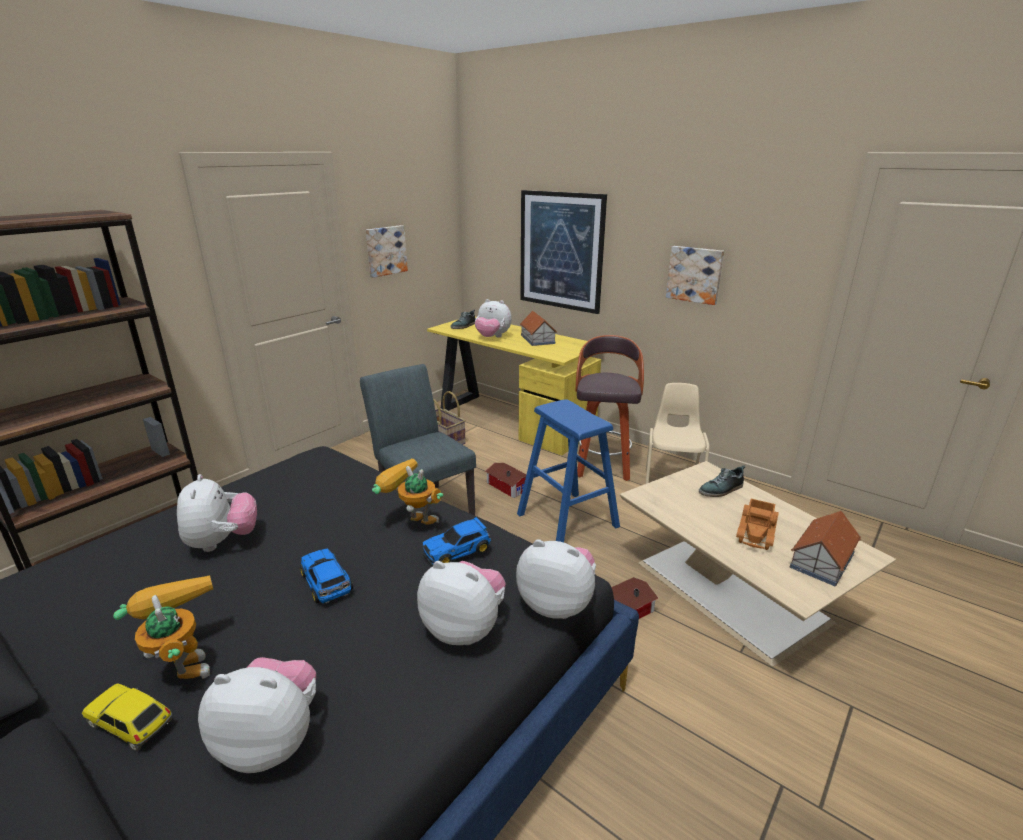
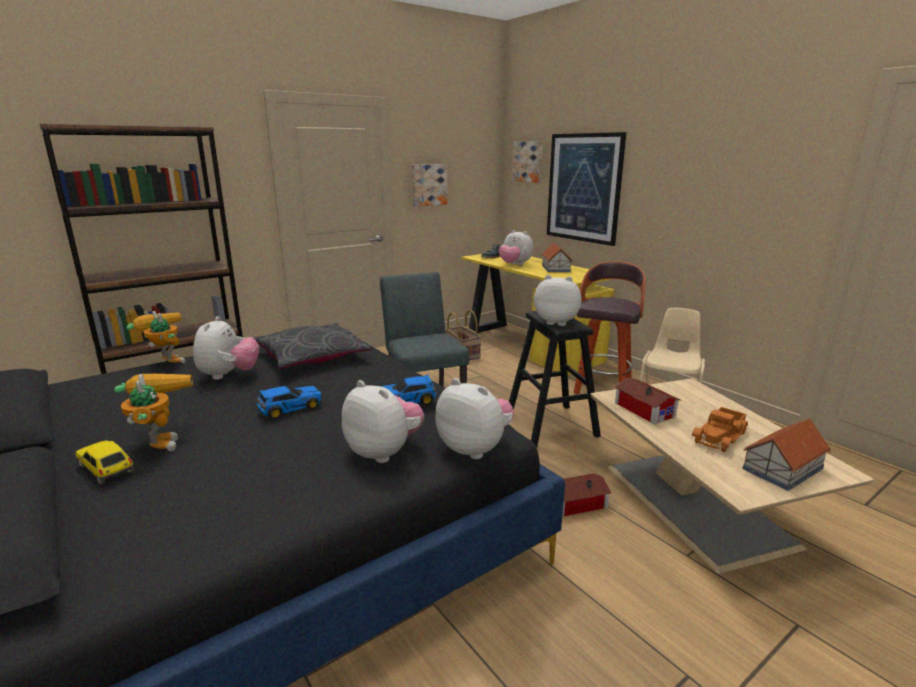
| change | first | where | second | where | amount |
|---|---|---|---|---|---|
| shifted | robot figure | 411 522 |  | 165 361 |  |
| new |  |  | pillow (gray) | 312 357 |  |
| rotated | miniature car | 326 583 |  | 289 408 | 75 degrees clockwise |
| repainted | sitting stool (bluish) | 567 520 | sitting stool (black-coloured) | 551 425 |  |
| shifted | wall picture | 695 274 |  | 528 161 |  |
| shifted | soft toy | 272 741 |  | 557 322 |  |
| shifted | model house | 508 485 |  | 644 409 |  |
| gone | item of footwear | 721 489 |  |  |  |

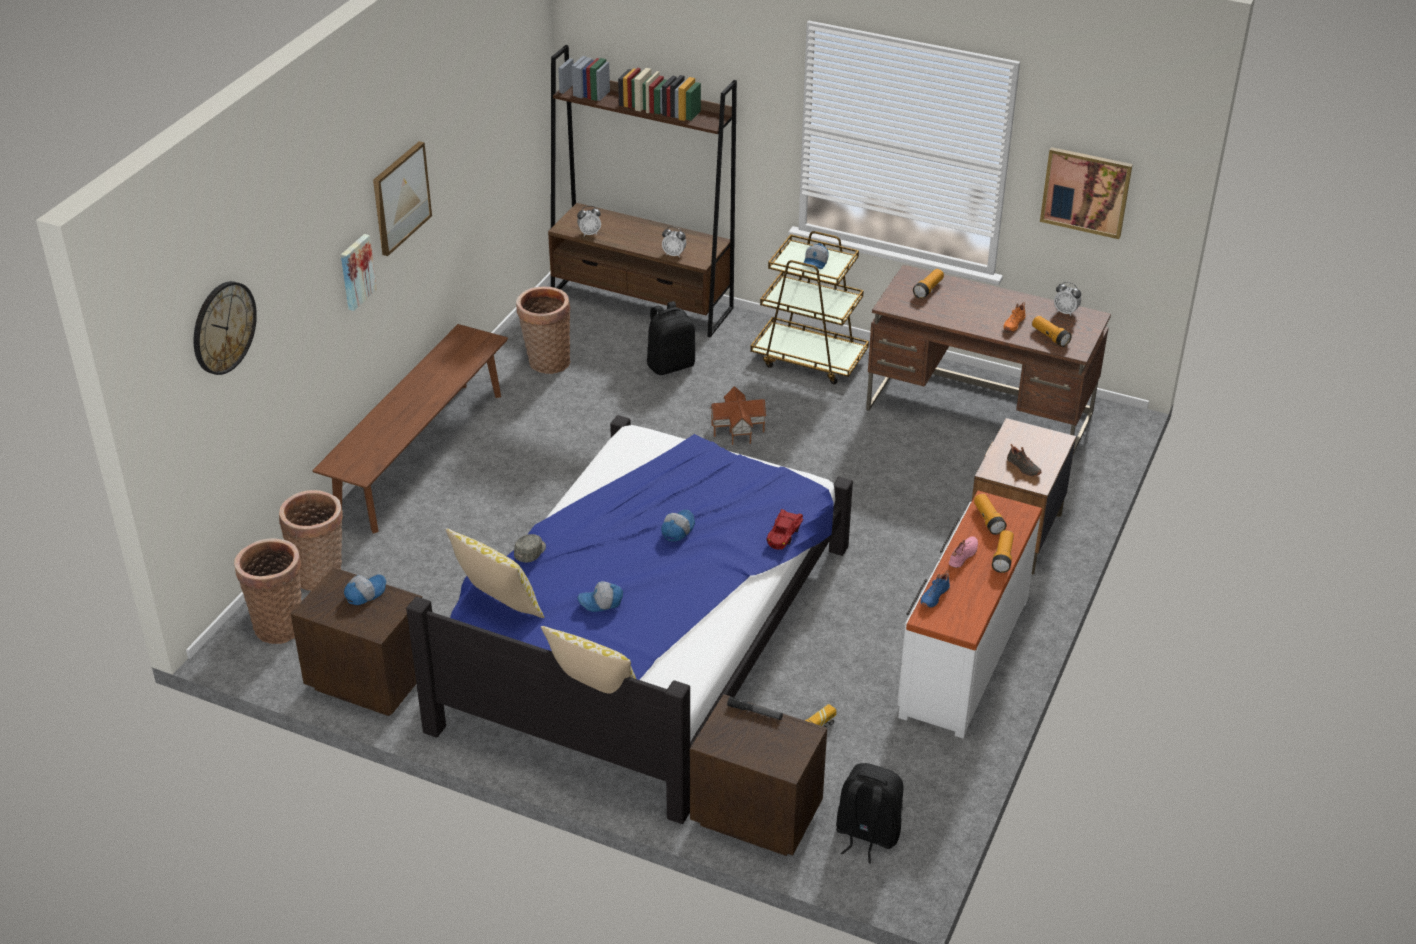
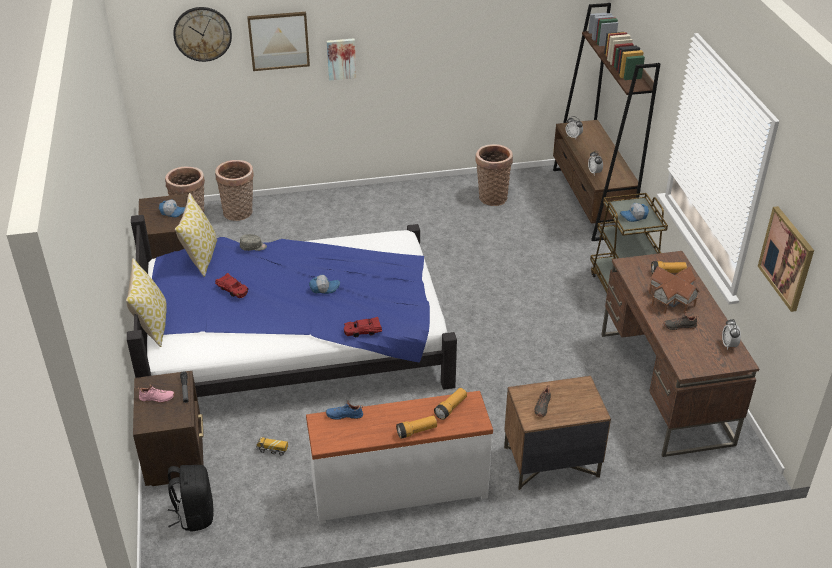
| change | first | where | second | where | amount |
|---|---|---|---|---|---|
| shifted | item of footwear (pink-coloured) | 964 556 |  | 157 398 |  |
| swapped | cap | 601 603 | miniature car (red) | 232 290 |  |
| shifted | wall picture | 400 197 |  | 278 40 |  |
| shifted | model house | 738 429 |  | 671 300 |  |
| repainted | item of footwear (orange) | 1013 324 | item of footwear (black-coloured) | 679 326 |  |
| gone | bench (brown) | 421 455 |  |  |  |
| gone | knapsack (black-coloured) | 671 365 |  |  |  |
| gone | flashlight | 1050 337 |  |  |  |

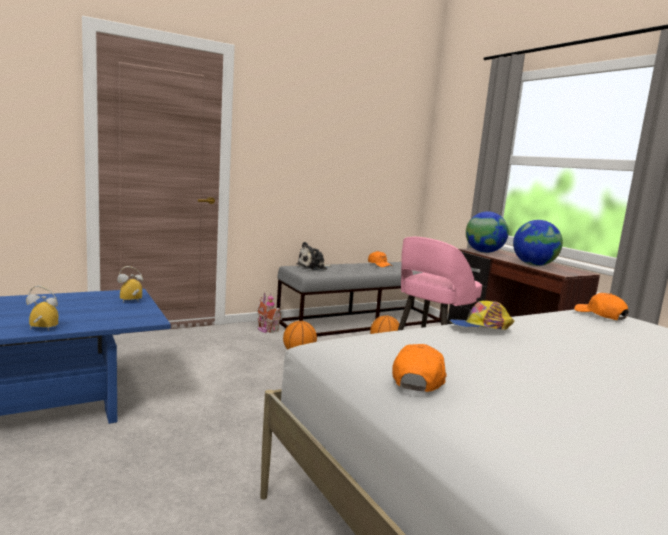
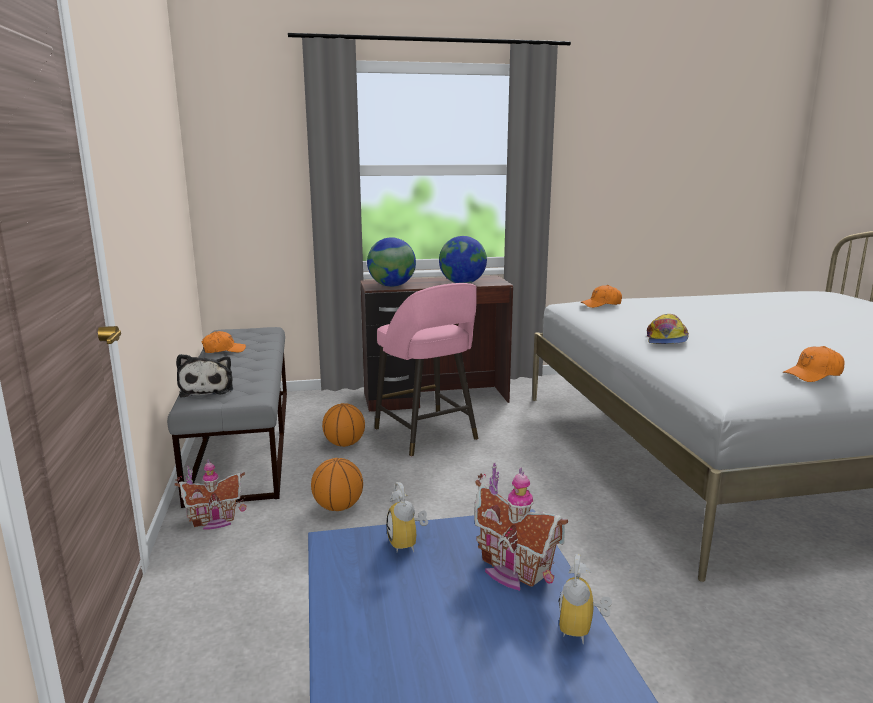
| change | first | where | second | where | amount |
|---|---|---|---|---|---|
| new |  |  | model house | 512 571 |  |
| rotated | cap (orange) | 419 379 |  | 813 375 | 60 degrees counterclockwise |

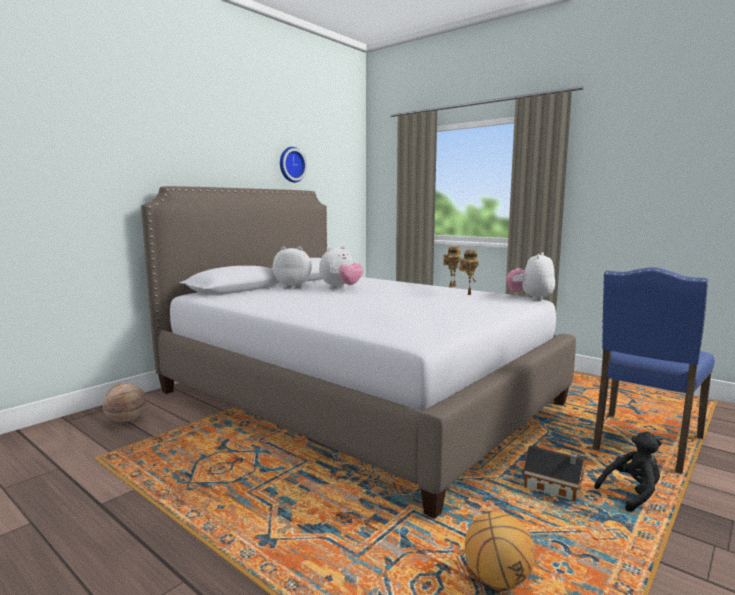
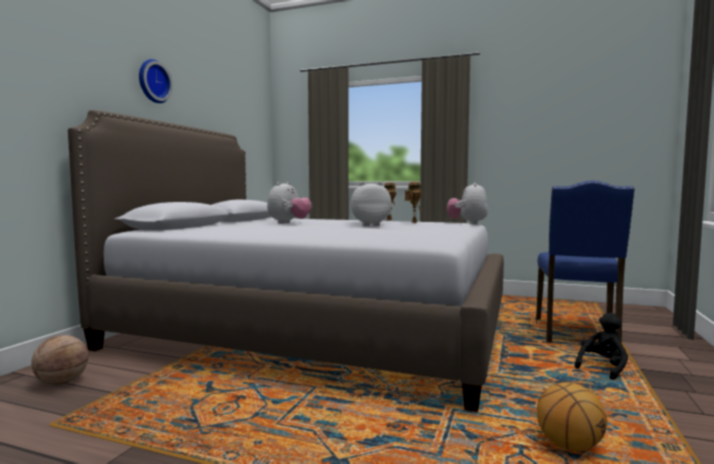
| change | first | where | second | where | amount |
|---|---|---|---|---|---|
| shifted | wall clock | 291 164 |  | 152 81 |  |
| shifted | soft toy | 294 286 |  | 369 225 |  |
| gone | model house | 554 489 |  |  |  |

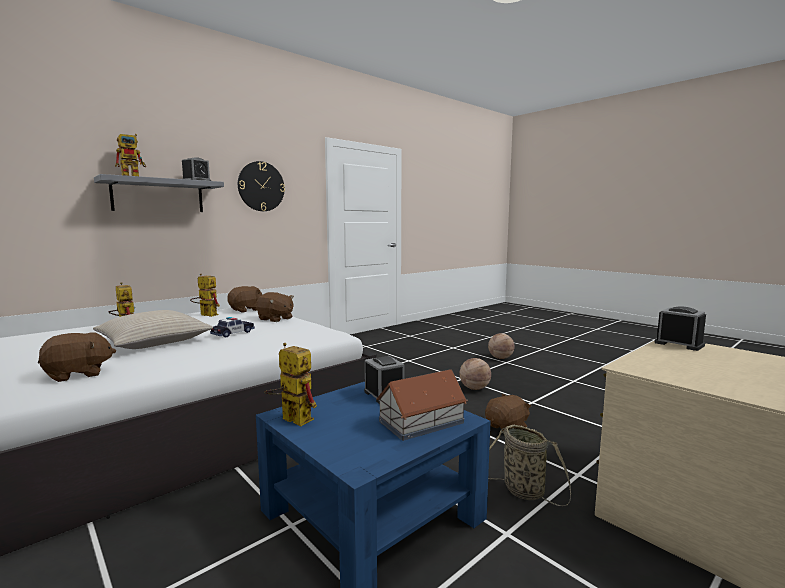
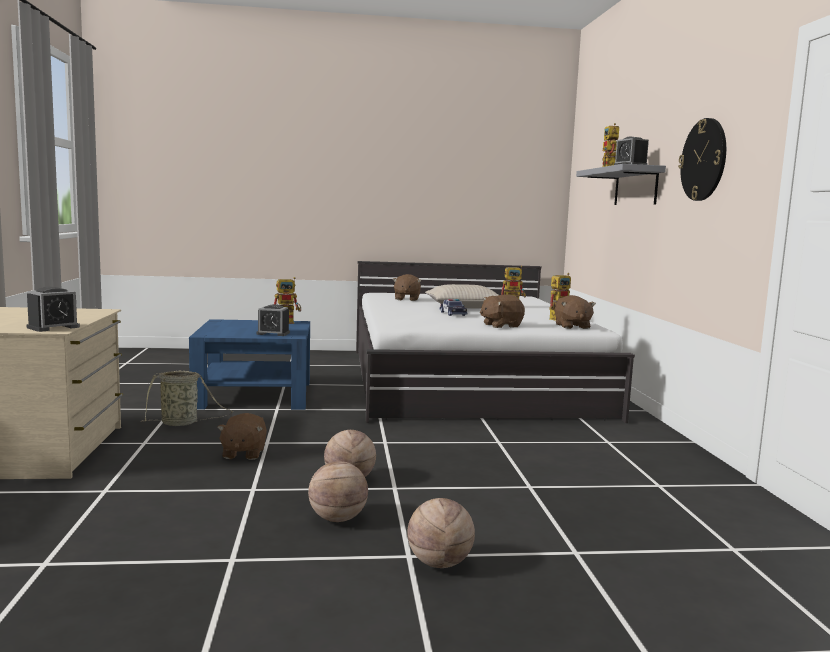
| change | first | where | second | where | amount |
|---|---|---|---|---|---|
| rotated | alarm clock | 679 344 |  | 53 327 | 45 degrees counterclockwise |
| new |  |  | basketball ball | 337 519 |  |
| gone | model house | 420 421 |  |  |  |

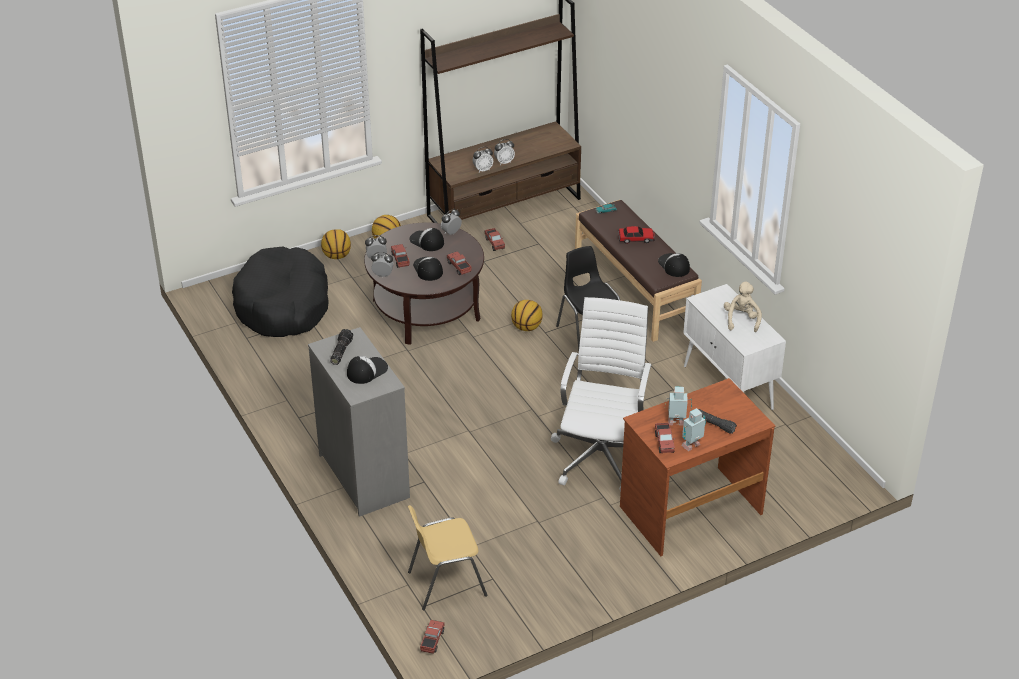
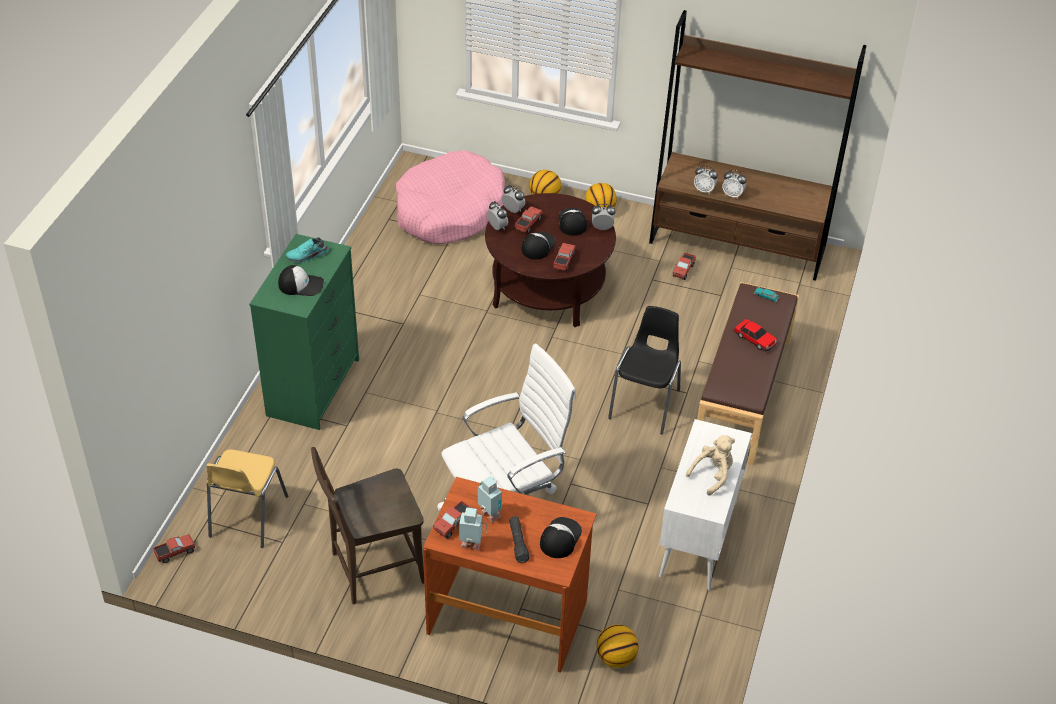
| change | first | where | second | where | amount |
|---|---|---|---|---|---|
| rotated | chair (yellowish) | 446 583 |  | 247 517 | 105 degrees counterclockwise |
| repainted | drawer chest (gray) | 364 476 | drawer chest (green) | 314 387 |  |
| swapped | flashlight | 340 351 | item of footwear (turquoise) | 307 256 |  |
| new |  |  | chair (brown) | 372 569 |  |
| repainted | dog cushion (black-coloured) | 283 305 | dog cushion (pink-coloured) | 449 211 |  |
| shifted | cap | 673 266 |  | 560 538 |  |
| shifted | basketball ball | 527 327 |  | 616 658 |  |

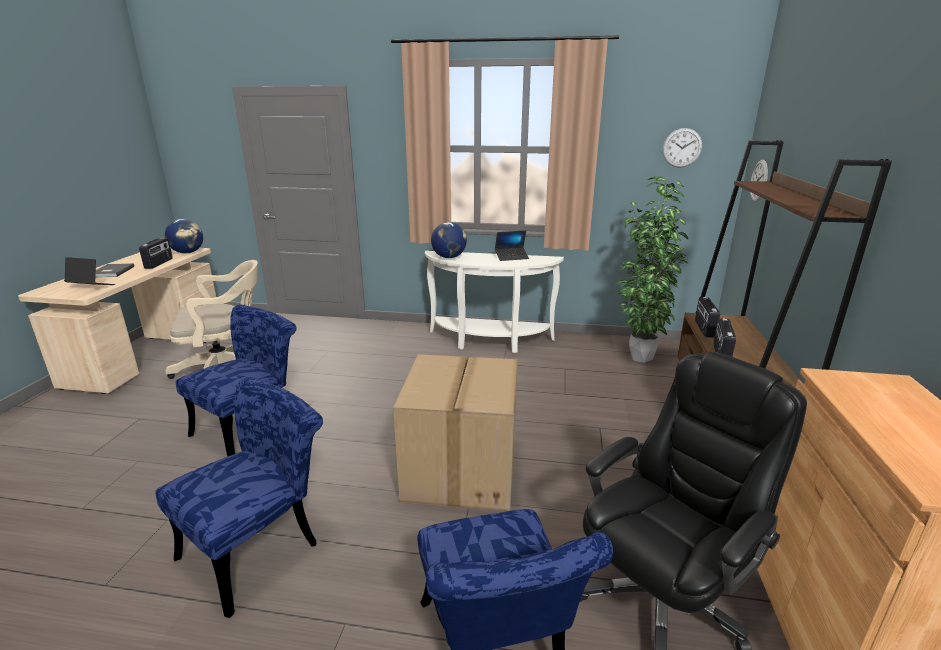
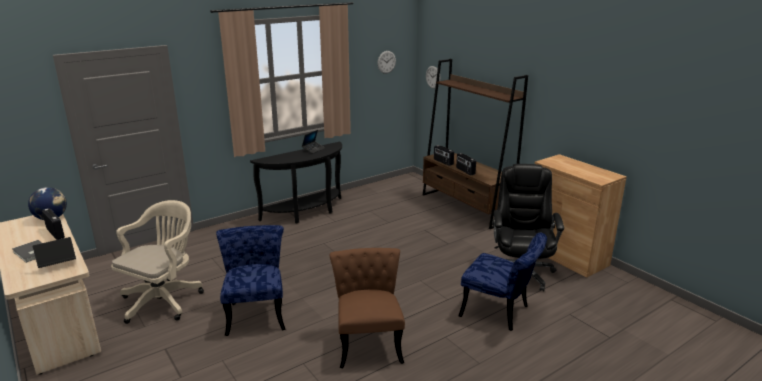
| change | first | where | second | where | amount |
|---|---|---|---|---|---|
| repainted | hall table (white-coloured) | 489 342 | hall table (black-coloured) | 306 213 |  |
| repainted | chair (bluish) | 260 546 | chair (brown) | 368 342 |  |
| gone | carton | 462 471 |  |  |  |
| gone | desk globe | 449 257 |  |  |  |
| gone | plant in a pot | 639 356 |  |  |  |

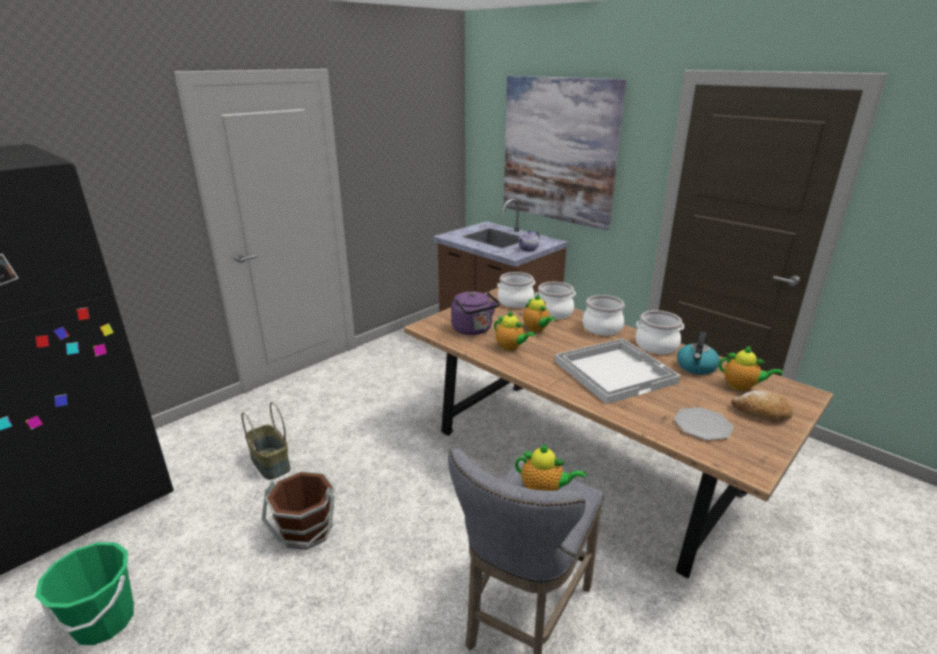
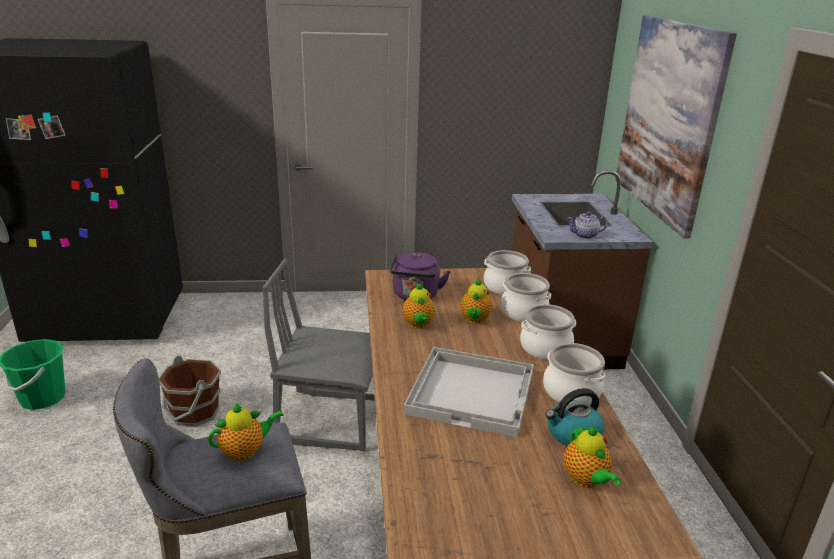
| change | first | where | second | where | amount |
|---|---|---|---|---|---|
| rotated | teapot | 544 490 |  | 245 451 | 90 degrees counterclockwise |
| new |  |  | chair (gray) | 329 419 |  |
| gone | storage basket | 269 463 |  |  |  |
| gone | plate | 702 425 |  |  |  |
| gone | bakery bread | 761 413 |  |  |  |

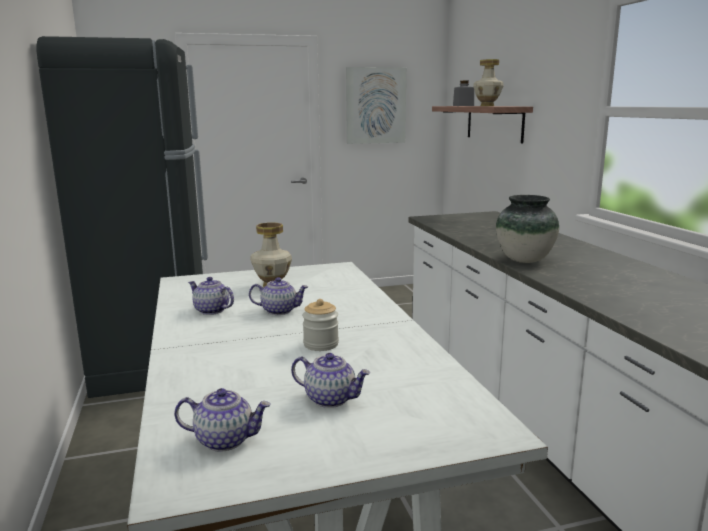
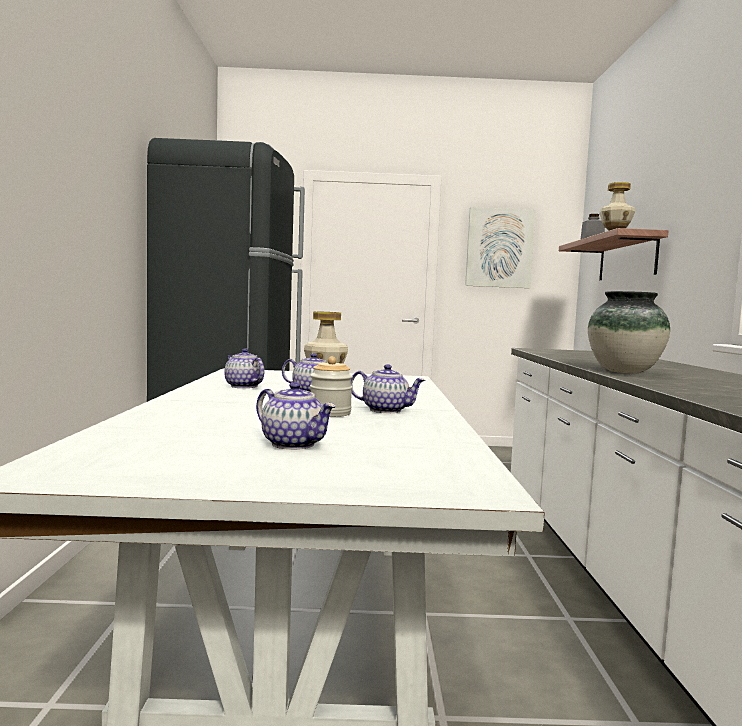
| change | first | where | second | where | amount |
|---|---|---|---|---|---|
| shifted | teapot | 225 440 |  | 386 410 |  |

